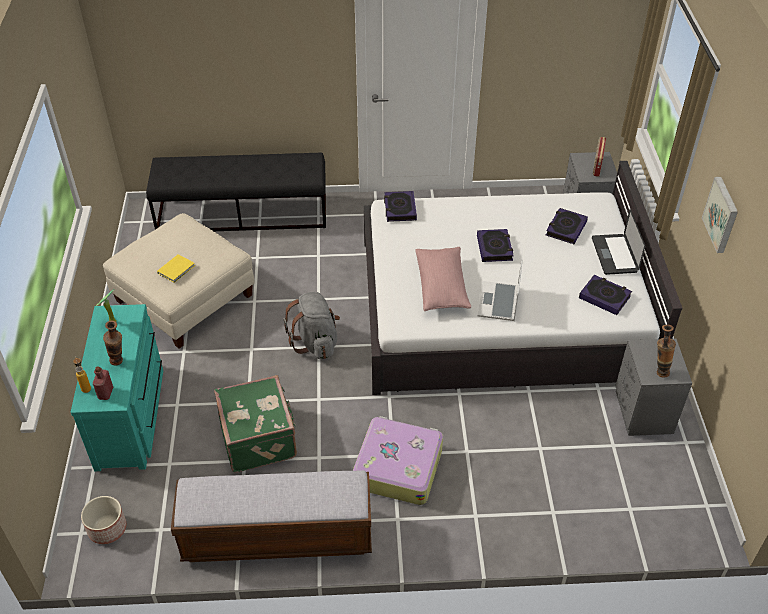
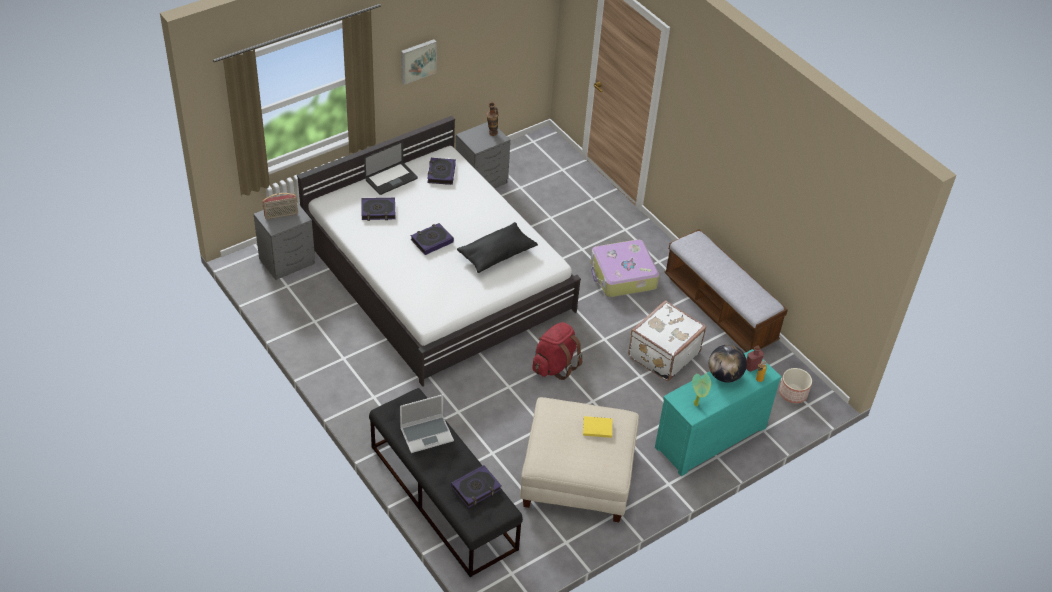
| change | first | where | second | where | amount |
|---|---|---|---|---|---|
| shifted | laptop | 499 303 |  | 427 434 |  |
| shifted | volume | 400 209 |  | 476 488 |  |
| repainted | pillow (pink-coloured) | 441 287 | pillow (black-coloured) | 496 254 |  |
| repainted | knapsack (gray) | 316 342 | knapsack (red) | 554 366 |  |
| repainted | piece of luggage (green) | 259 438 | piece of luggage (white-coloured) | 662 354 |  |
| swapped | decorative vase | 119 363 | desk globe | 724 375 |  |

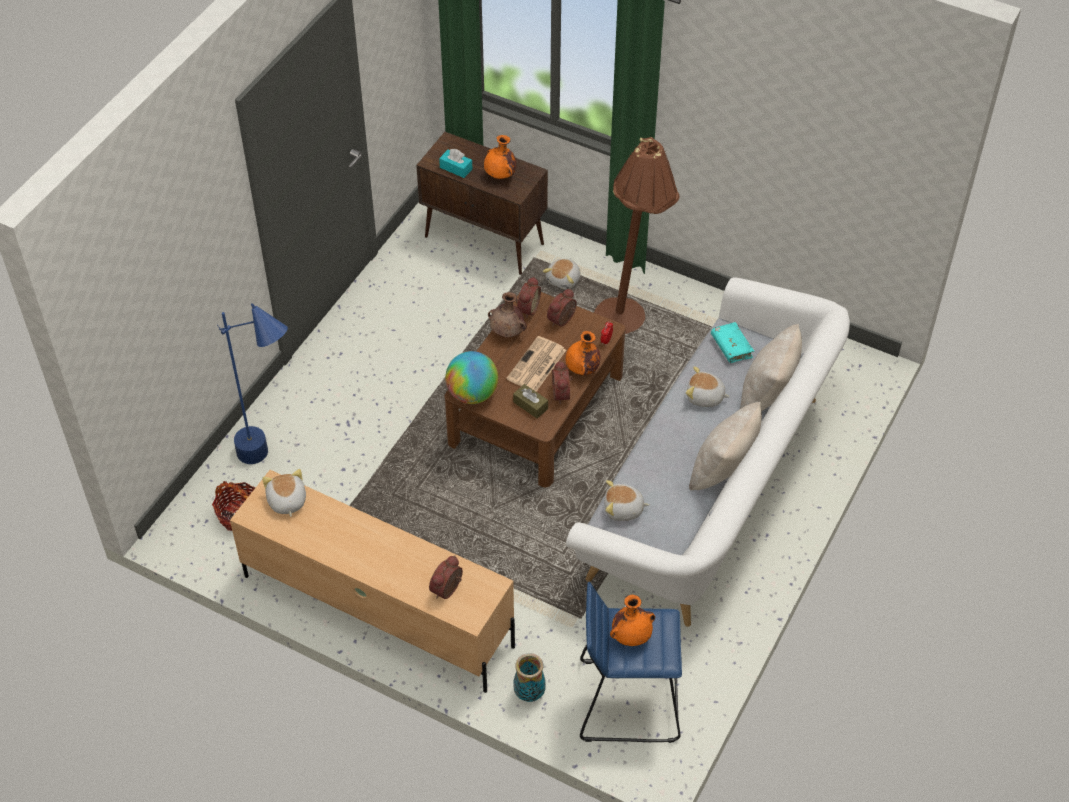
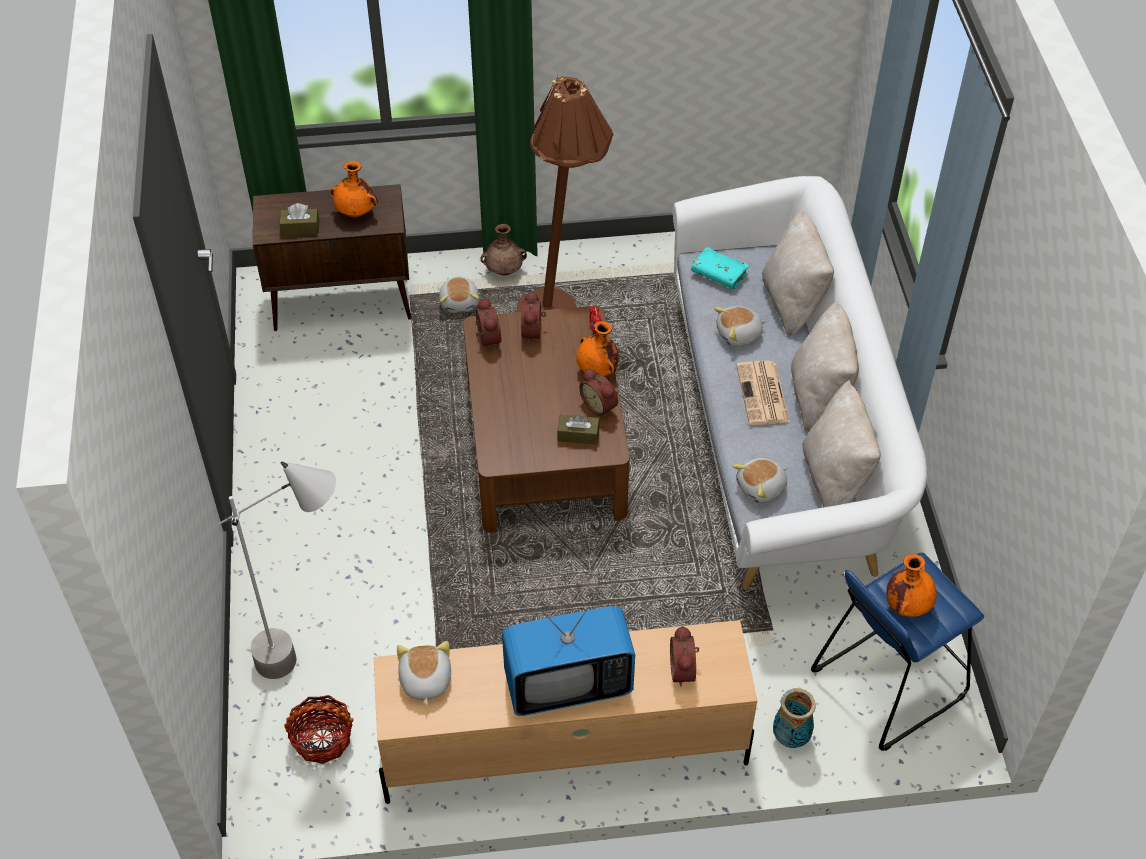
| change | first | where | second | where | amount |
|---|---|---|---|---|---|
| repainted | standard lamp (bluish) | 273 463 | standard lamp (gray) | 310 659 |  |
| repainted | box of tissues (turquoise) | 456 168 | box of tissues (brown) | 300 227 |  |
| rotated | soft toy | 286 501 |  | 424 681 | 45 degrees clockwise |
| shifted | decorative vase (brown) | 507 333 |  | 504 271 |  |
| new |  |  | TV set | 568 684 |  |
| shifted | newspaper | 536 365 |  | 763 394 |  |
| new |  |  | pillow (beige-coloured) | 835 478 |  |
| gone | desk globe | 472 394 |  |  |  |

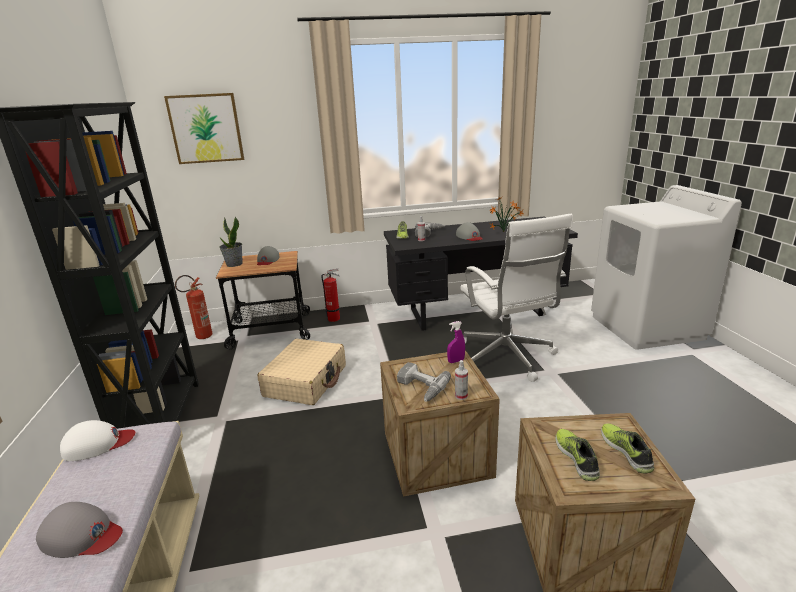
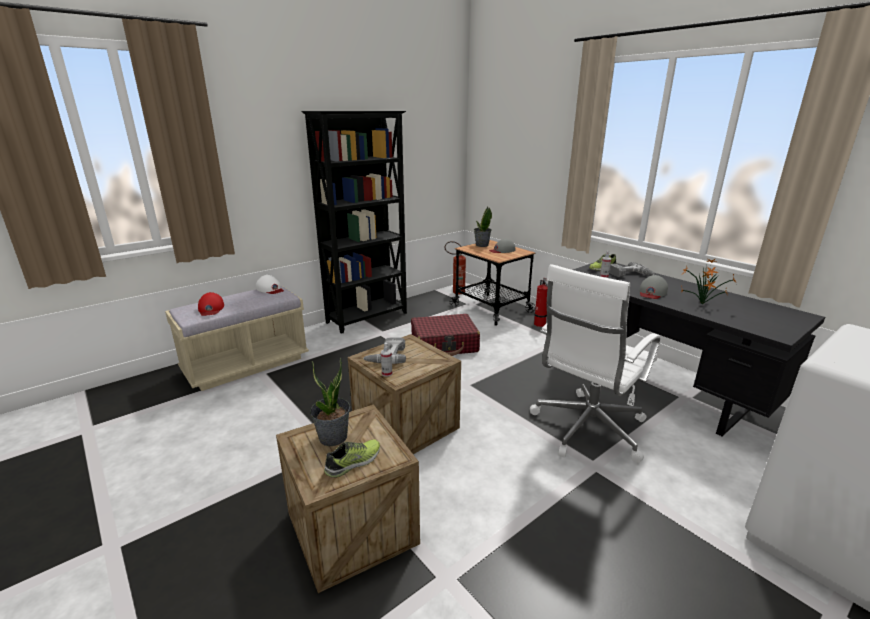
| change | first | where | second | where | amount |
|---|---|---|---|---|---|
| repainted | cap (gray) | 81 535 | cap (red) | 211 309 |  |
| swapped | item of footwear | 577 458 | plant in a pot | 333 437 |  |
| repainted | piece of luggage (beige-coloured) | 306 381 | piece of luggage (red) | 444 344 |  |
| gone | wall picture | 206 128 |  |  |  |
| gone | sprayer (purplish) | 456 361 |  |  |  |

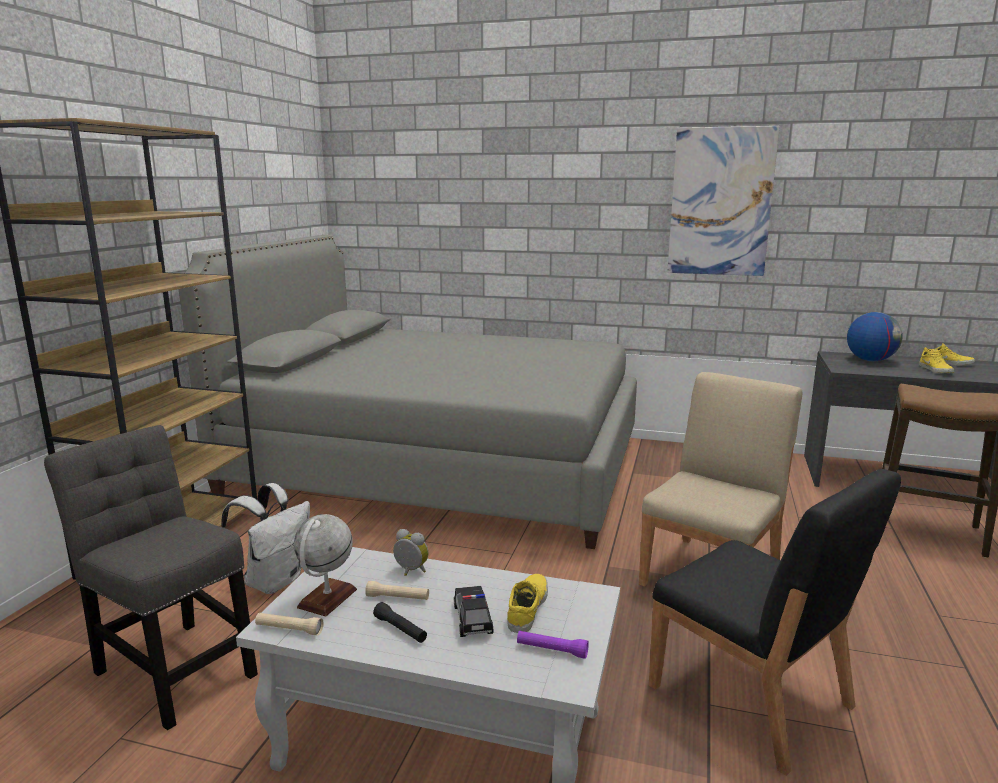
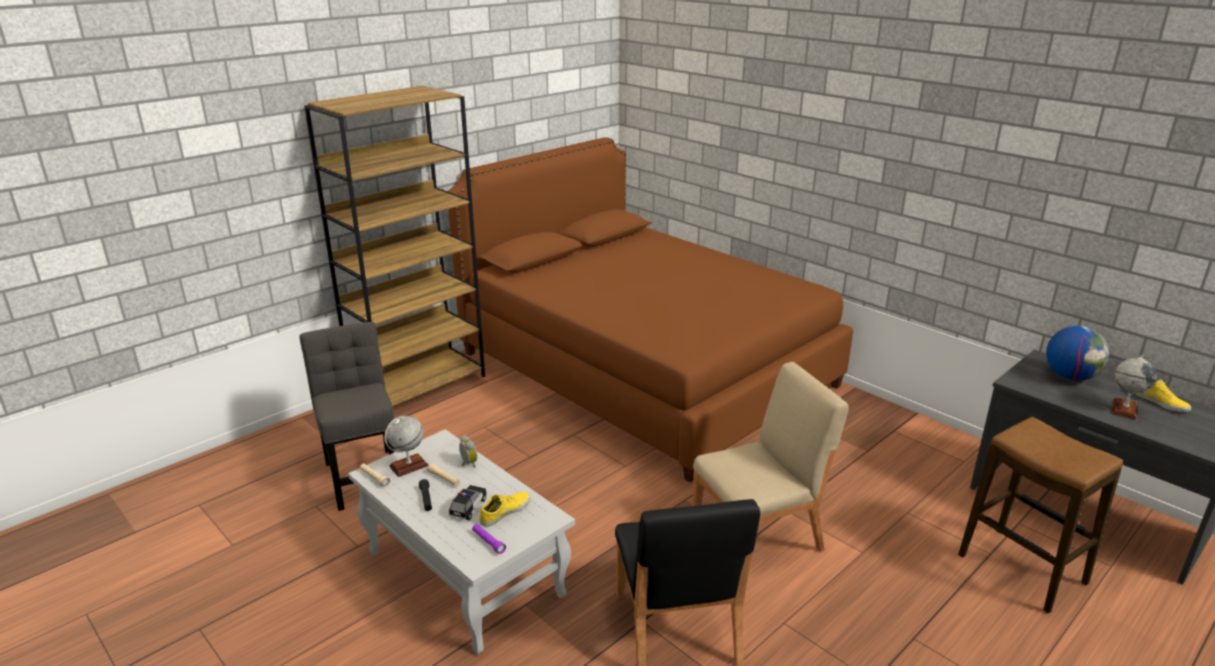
| change | first | where | second | where | amount |
|---|---|---|---|---|---|
| repainted | bedroom bed (gray) | 440 466 | bedroom bed (brown) | 645 369 |  |
| swapped | item of footwear (yellowish) | 936 370 | desk globe | 1124 409 |  |
| gone | knapsack (white-coloured) | 274 581 |  |  |  |
| gone | wall picture | 720 202 |  |  |  |

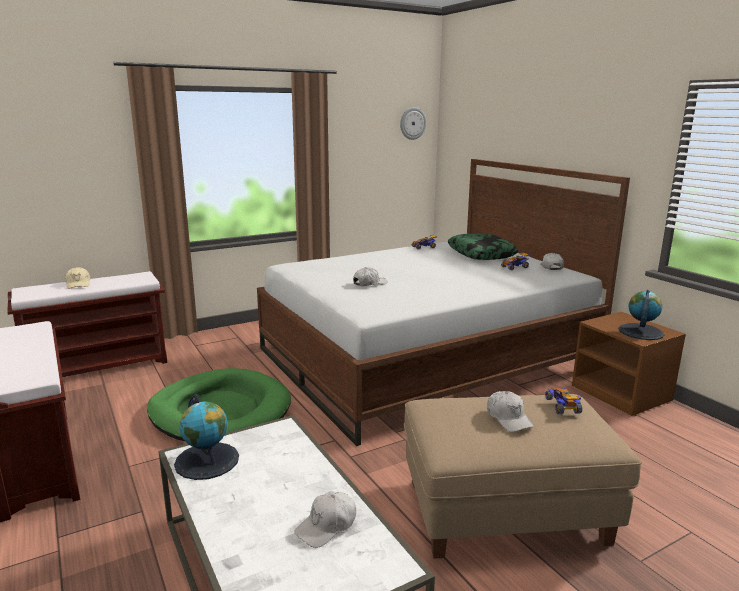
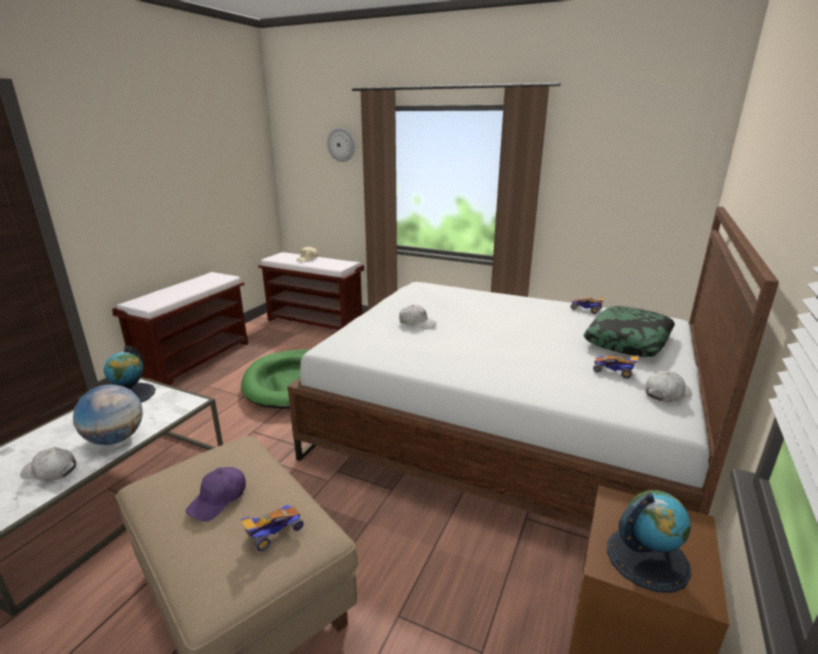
| change | first | where | second | where | amount |
|---|---|---|---|---|---|
| new |  |  | desk globe | 116 439 |  |
| repainted | cap (white-coloured) | 508 418 | cap (purplish) | 218 499 |  |
| shifted | wall clock | 412 123 |  | 341 145 |  |

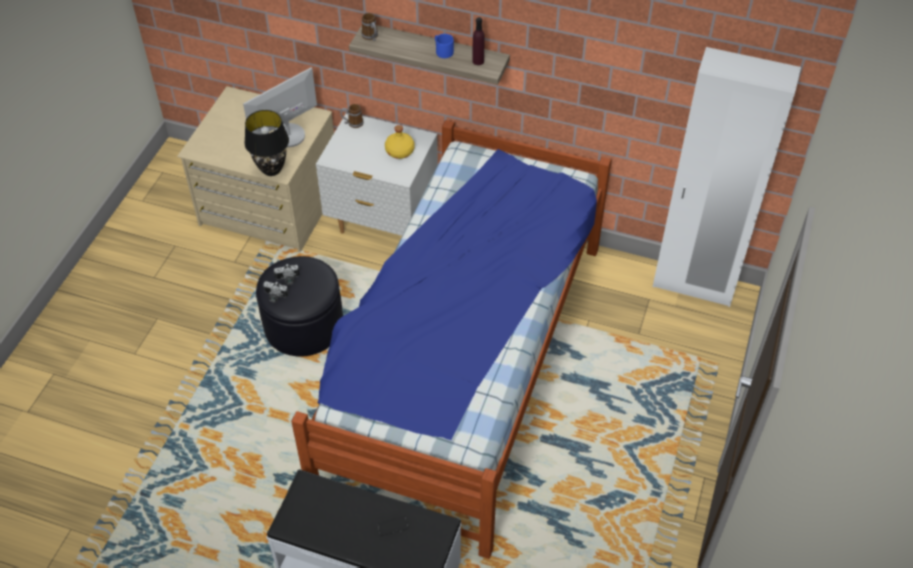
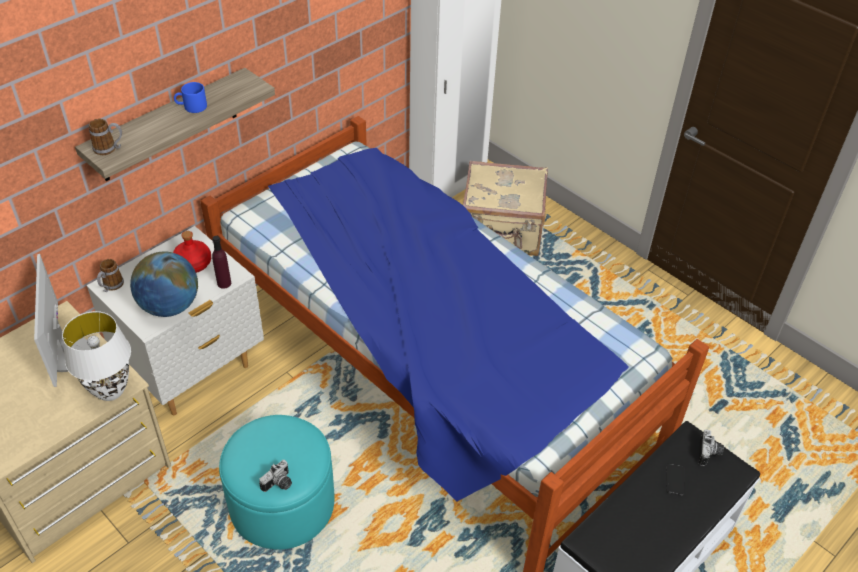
| change | first | where | second | where | amount |
|---|---|---|---|---|---|
| repainted | tabletop lamp (black-coloured) | 271 170 | tabletop lamp (white-coloured) | 110 392 |  |
| new |  |  | desk globe | 170 306 |  |
| repainted | drink bottle (yellowish) | 399 151 | drink bottle (red) | 193 264 |  |
| shifted | drink bottle (purplish) | 478 61 |  | 224 283 |  |
| repainted | footrest (black-coloured) | 304 324 | footrest (turquoise) | 282 503 |  |
| new |  |  | piece of luggage (beige-coloured) | 502 231 |  |
| shifted | still camera | 287 280 |  | 709 453 |  |

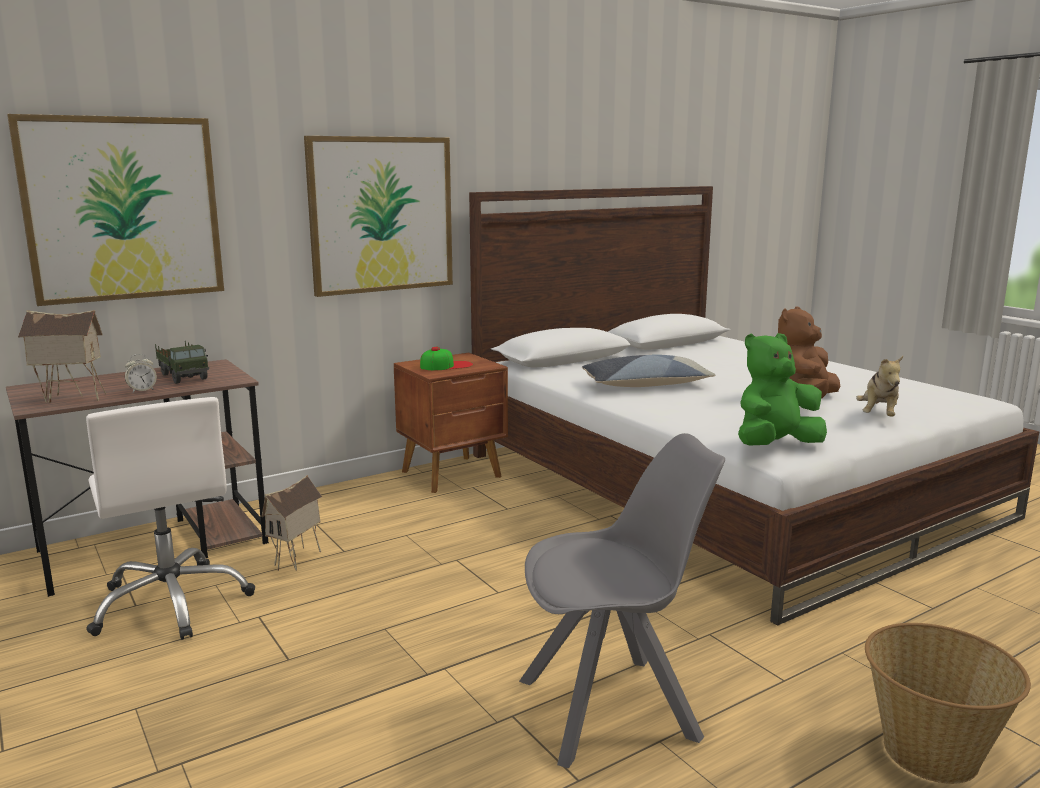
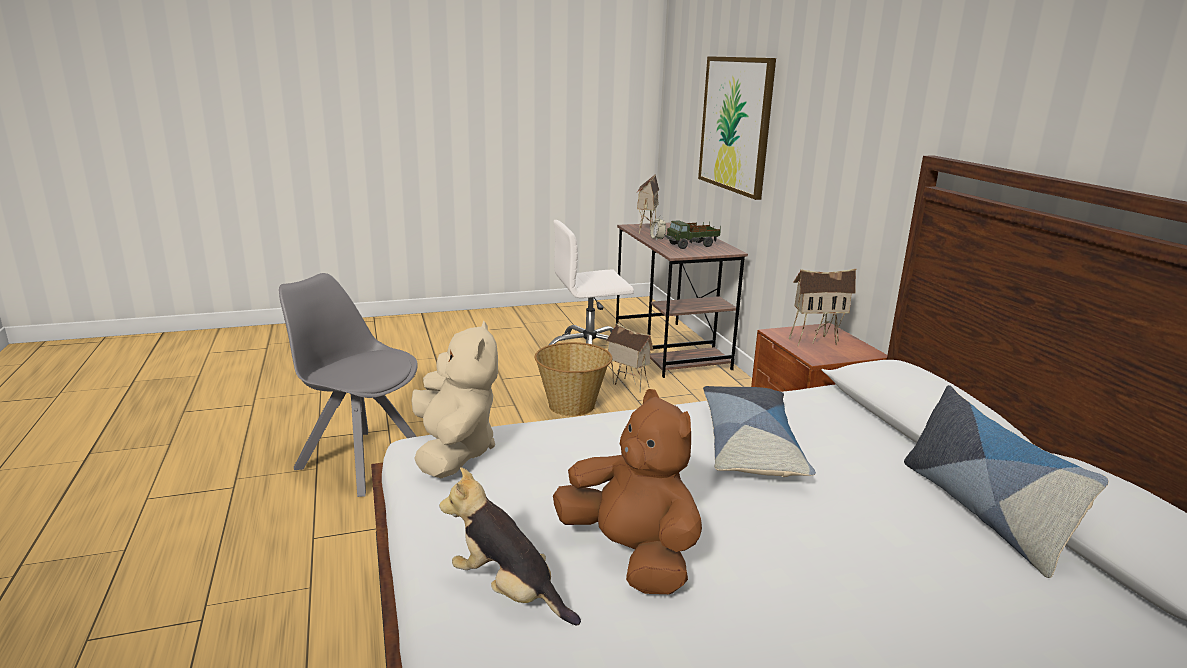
| change | first | where | second | where | amount |
|---|---|---|---|---|---|
| rotated | chair (gray) | 613 708 |  | 360 460 | 120 degrees clockwise |
| repainted | soft toy (green) | 775 446 | soft toy (beige-coloured) | 453 452 |  |
| shifted | storage basket | 931 751 |  | 572 406 |  |
| swapped | cap | 446 365 | model house | 815 340 |  |
| new |  |  | pillow | 982 512 |  |
| gone | wall picture | 381 215 |  |  |  |

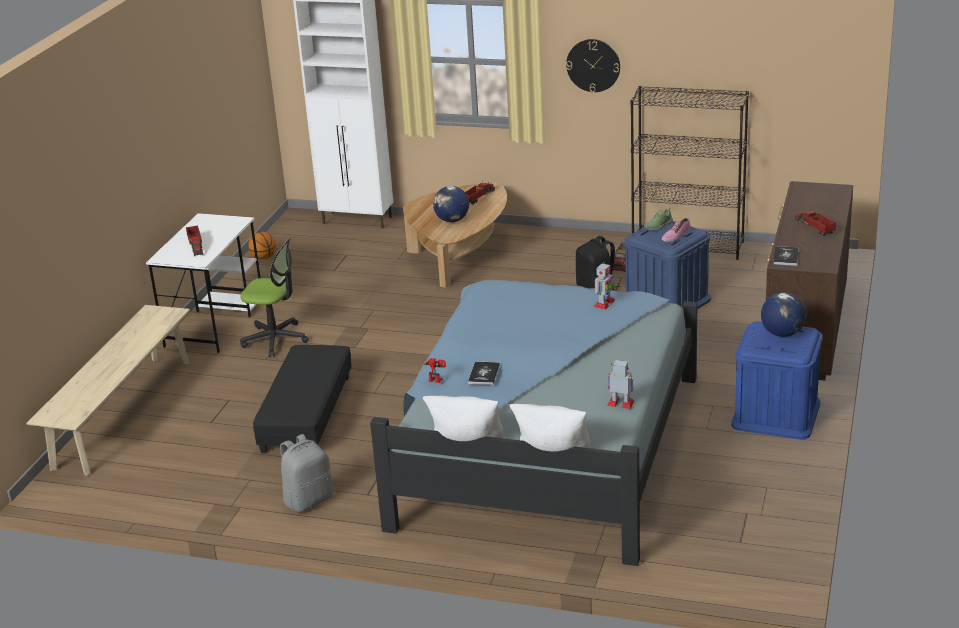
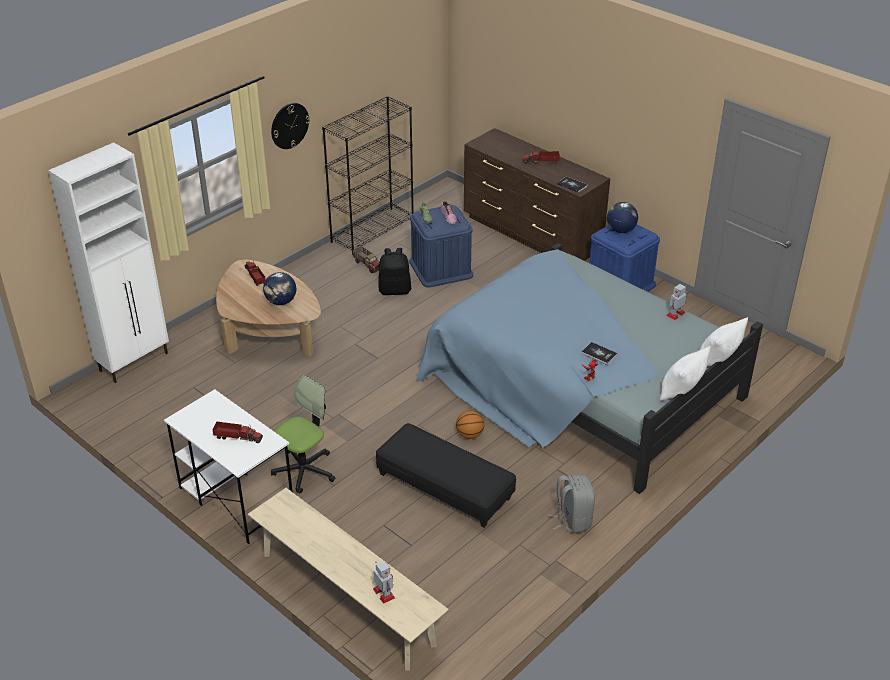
| change | first | where | second | where | amount |
|---|---|---|---|---|---|
| shifted | robot figure | 604 303 |  | 384 593 |  |
| shifted | basketball ball | 264 257 |  | 469 435 |  |

